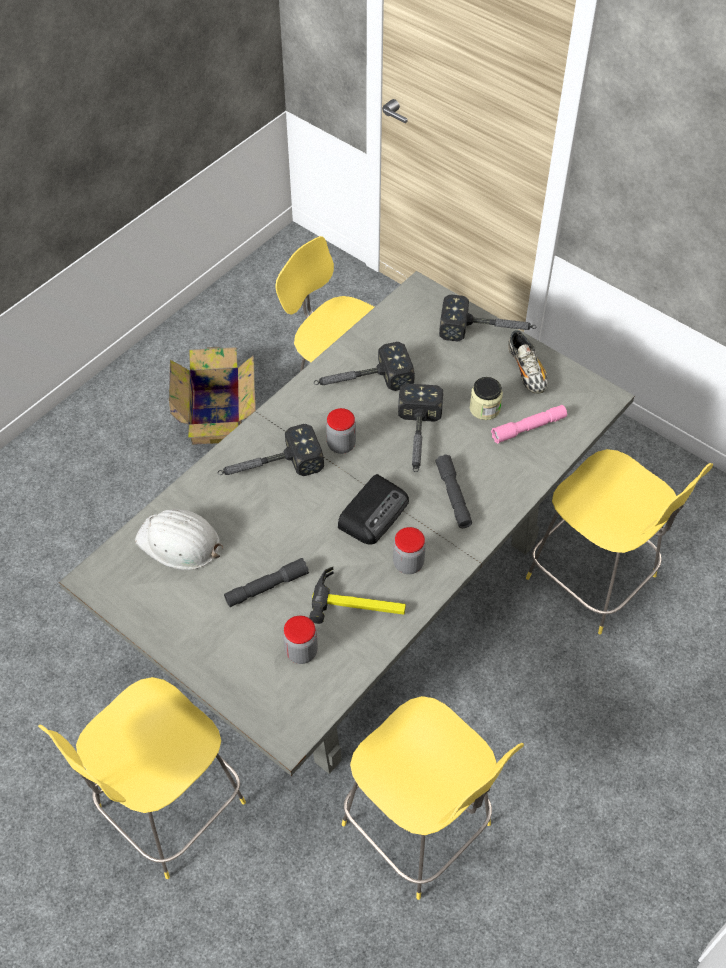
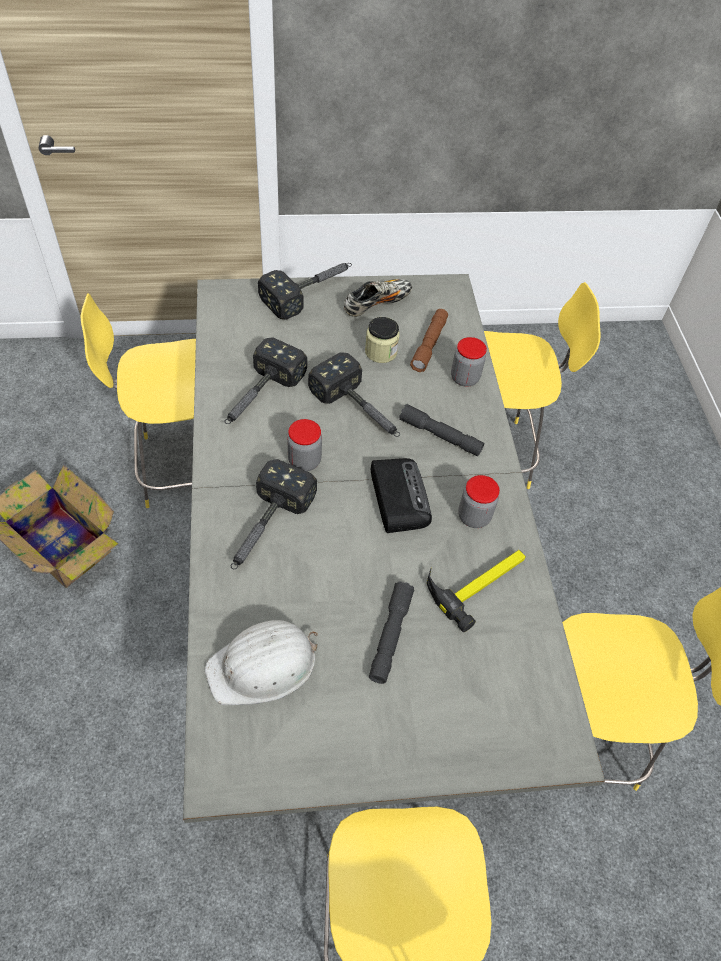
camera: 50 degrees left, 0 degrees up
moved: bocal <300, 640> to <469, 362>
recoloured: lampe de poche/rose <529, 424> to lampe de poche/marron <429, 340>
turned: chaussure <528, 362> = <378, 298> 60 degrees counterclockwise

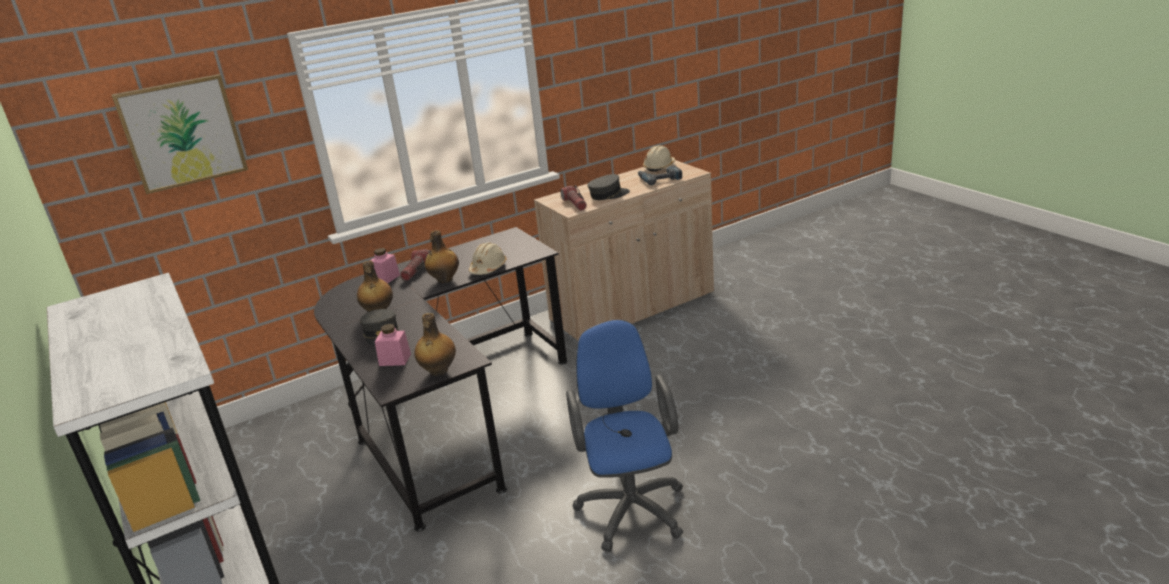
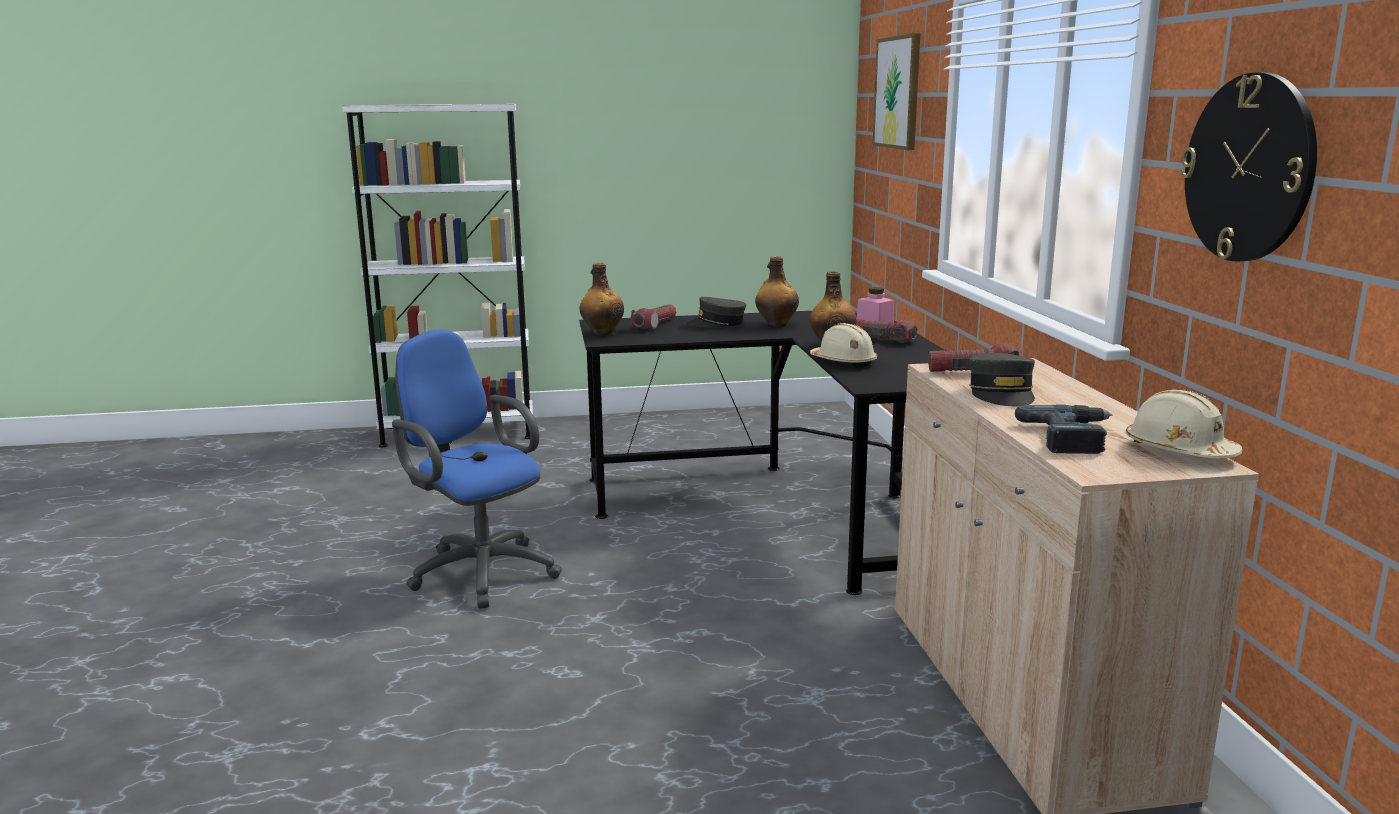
camera: 110 degrees right, 10 degrees down
added: horloge murale <1248, 167>
replaced: bocal/rose <393, 345> to lampe de poche <653, 316>
turned: chaise de bureau/bleu <624, 436> = <477, 469> 150 degrees counterclockwise

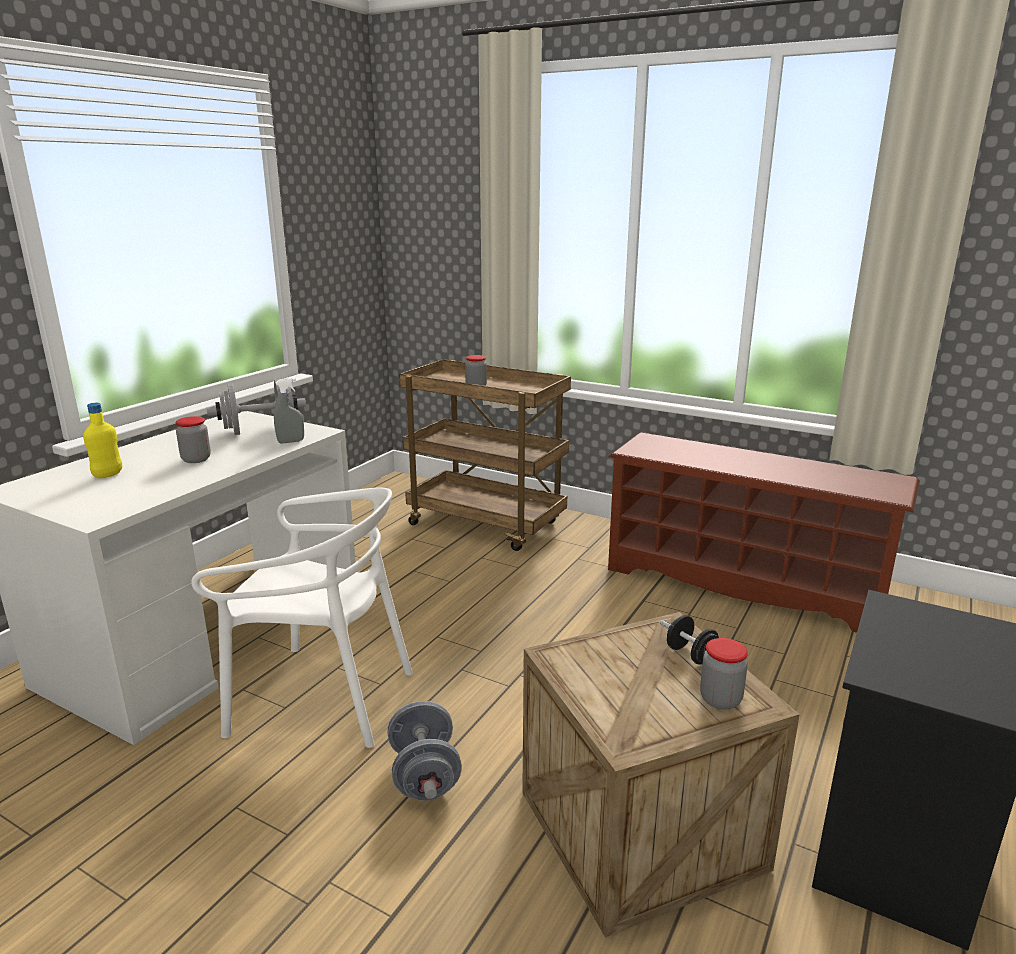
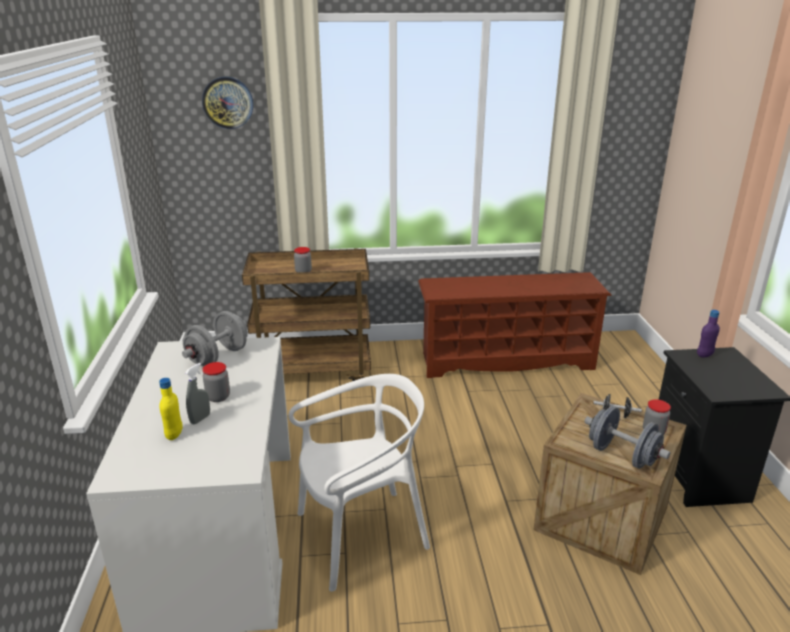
camera: 35 degrees left, 5 degrees up
added: horloge murale <227, 103>; bouteille/violet <708, 334>
moved: vaporisateur/gris <289, 411> to <197, 393>; haltère/gris <425, 751> to <627, 437>

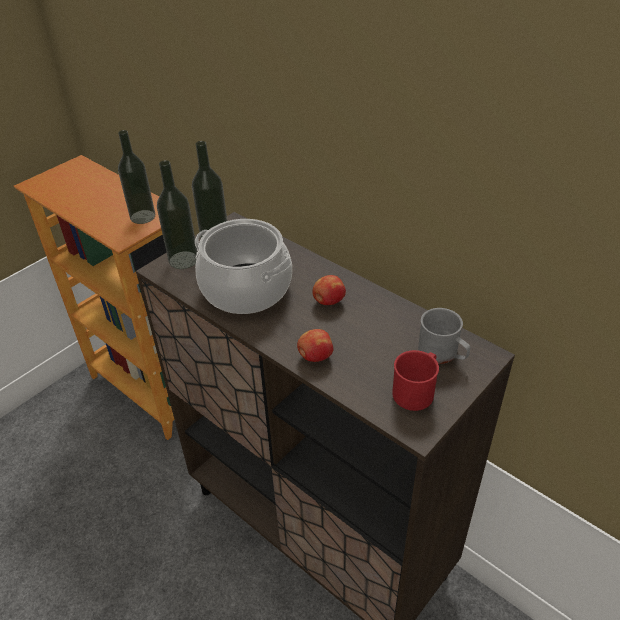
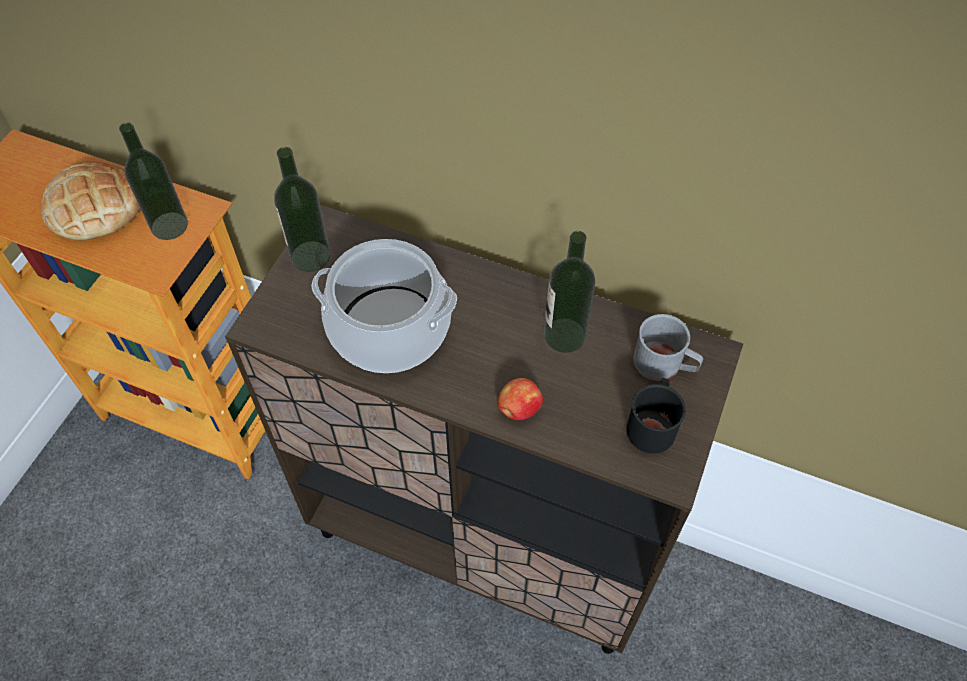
camera: 20 degrees left, 15 degrees up
removed: pomme <329, 290>
added: pain <90, 201>
moved: bouteille <177, 214> to <570, 292>
recoloured: mug/rouge <415, 380> to mug/noir <656, 415>

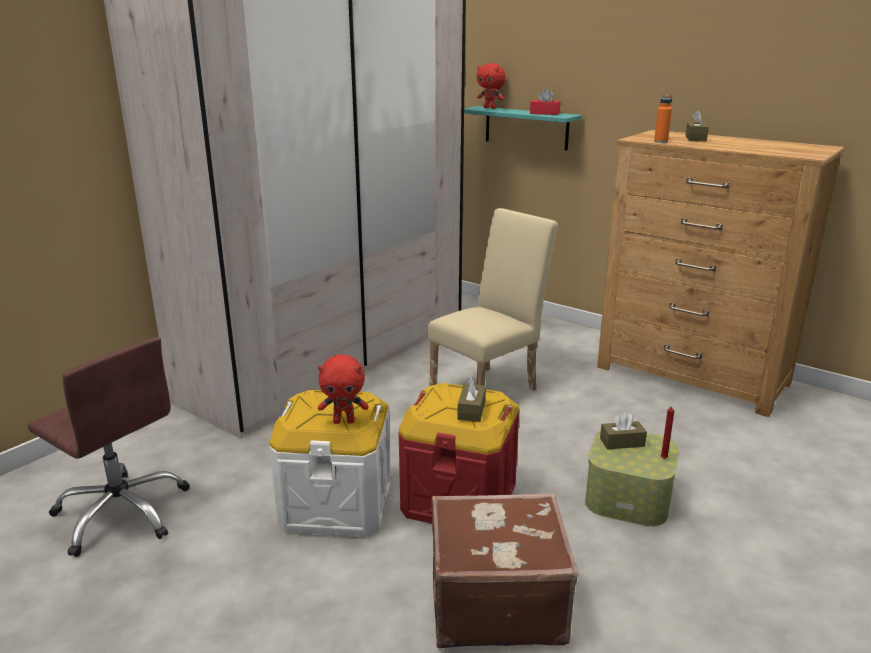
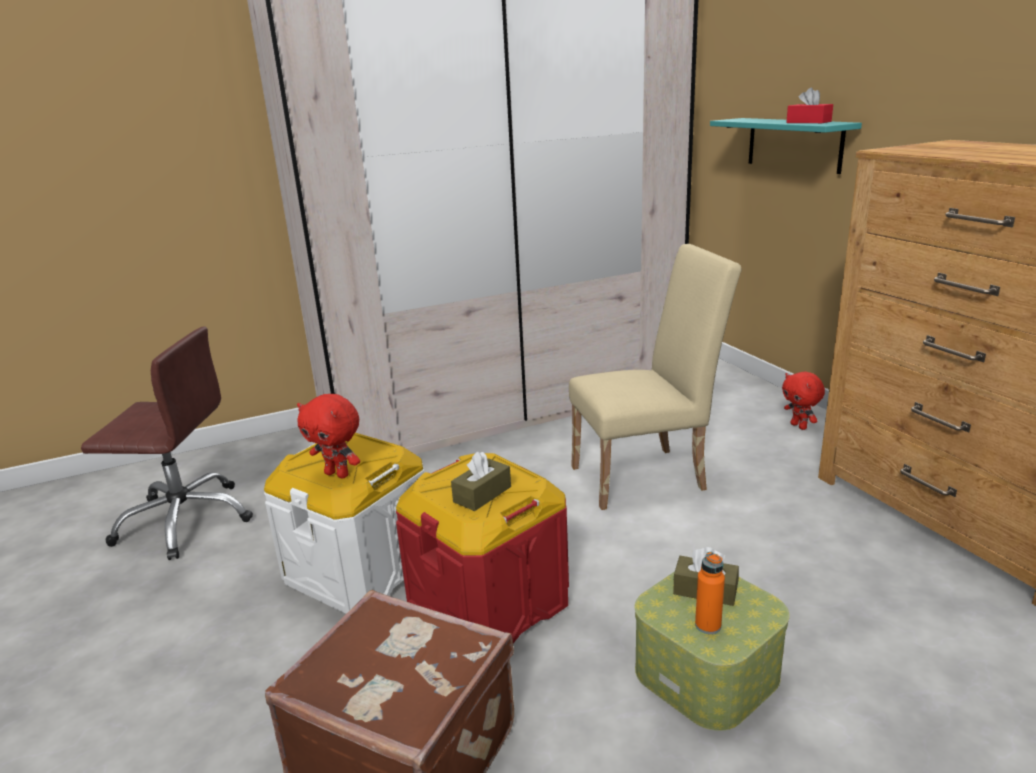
camera: 30 degrees right, 0 degrees up
removed: bougie/rouge <667, 432>; boîte à mouchoirs/marron <697, 125>
moved: peluche/rouge <491, 86> to <803, 401>; bouteille/orange <663, 119> to <710, 593>
turned: chaise de bureau/marron <109, 447> = <167, 443> 60 degrees counterclockwise

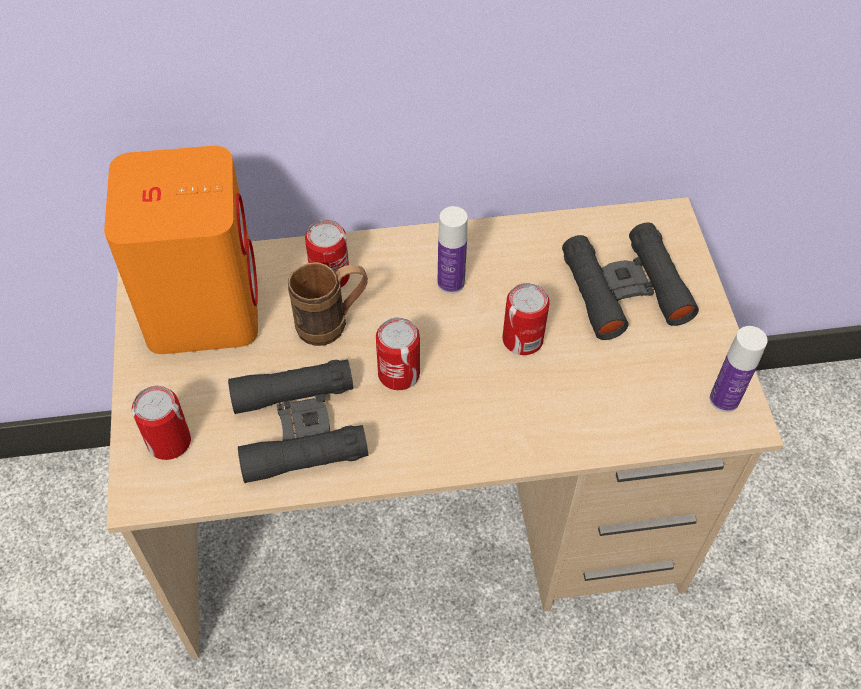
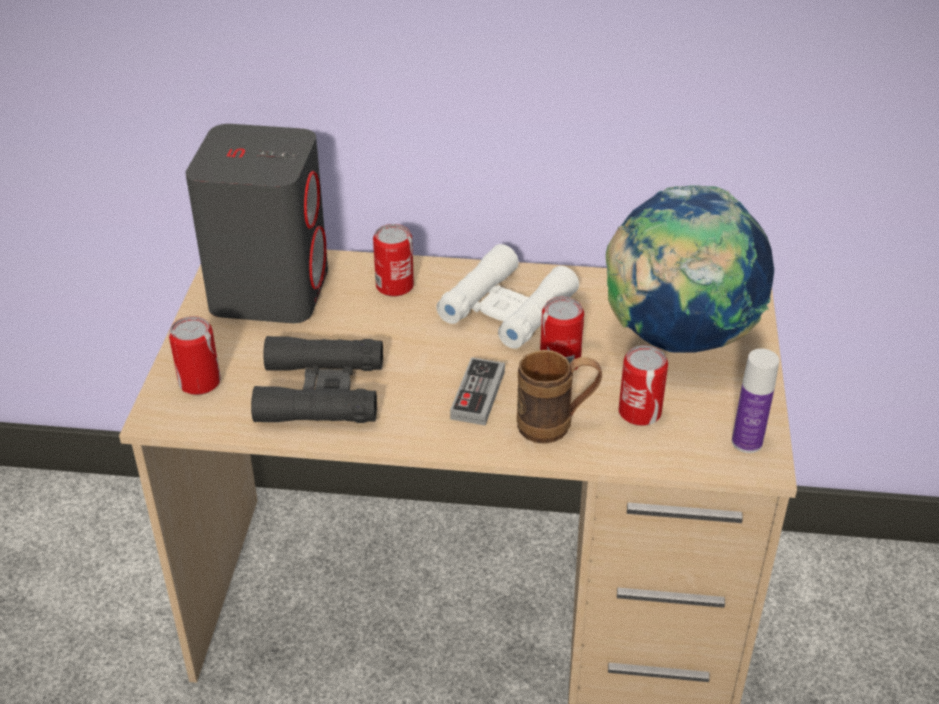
camera: 15 degrees right, 15 degrees down
added: manette <477, 391>
moved: mug/marron <328, 304> to <559, 397>; boîte métallique <398, 353> to <643, 385>
replaced: bouteille <453, 250> to jumelles/blanc <507, 296>; jumelles/noir <630, 281> to globe <690, 269>
recoloured: enceinte/orange <181, 250> to enceinte/gris <257, 223>

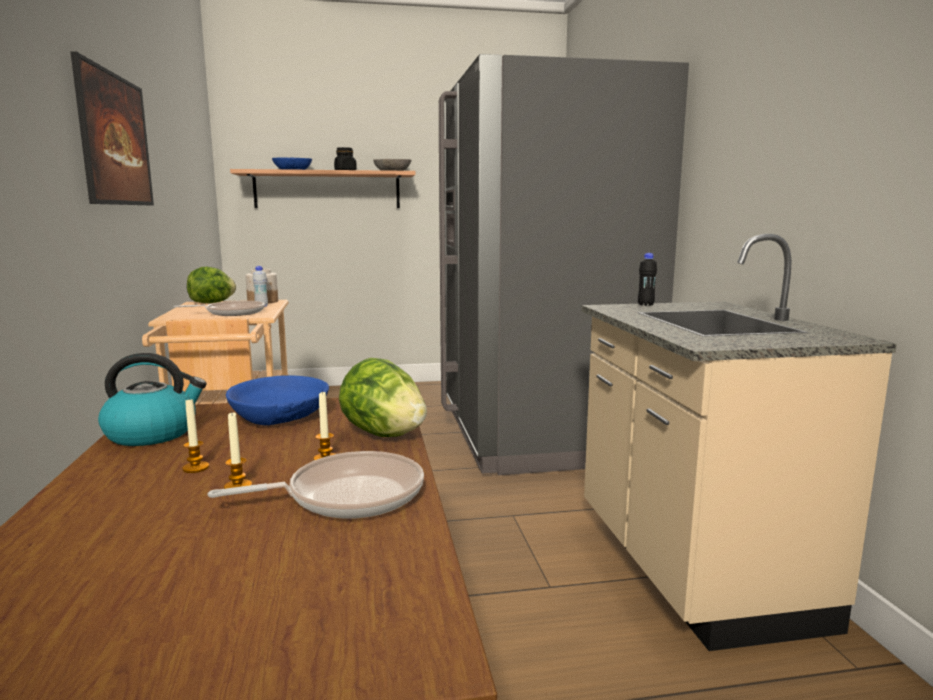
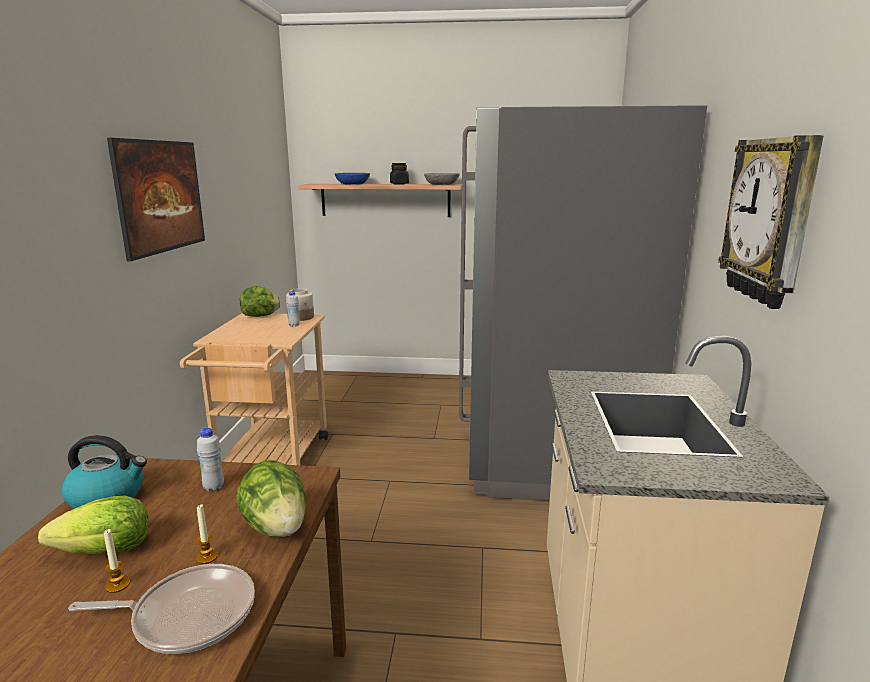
camera: 15 degrees right, 5 degrees up
removed: poêle <219, 308>; bouteille/noir <647, 279>
added: horloge murale <770, 222>
replaced: bougie <195, 436> to laitue <93, 525>; bol/bleu <277, 400> to bouteille/blanc <210, 460>

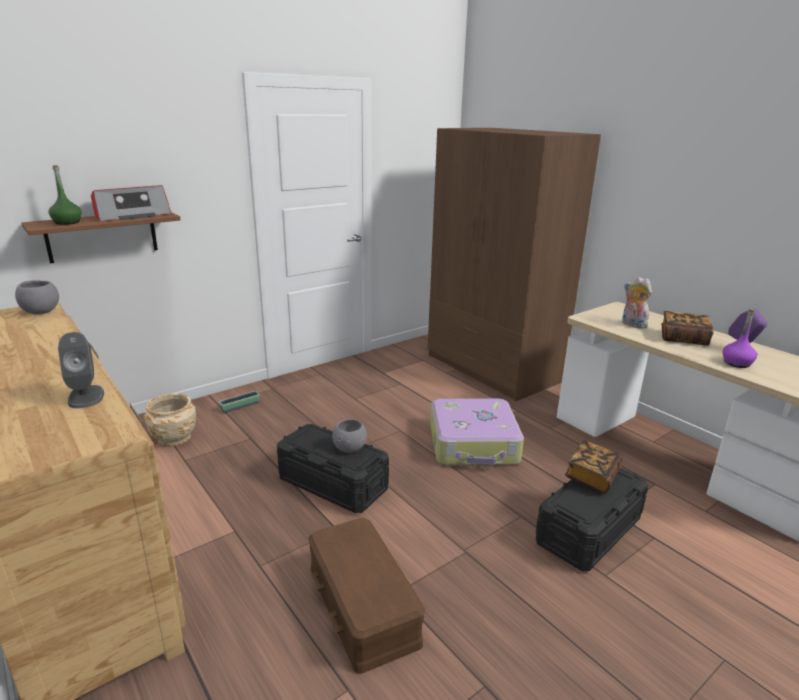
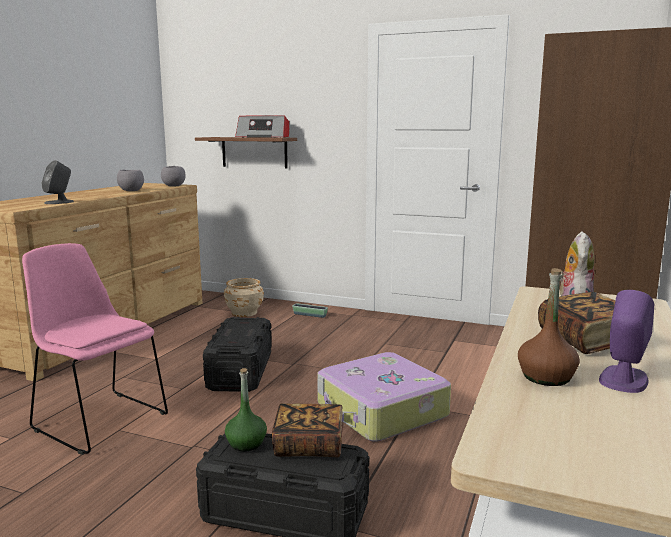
camera: 60 degrees right, 10 degrees down
moved: bouteille/vert <65, 195> to <246, 409>; bol/gris <349, 436> to <130, 180>
replaced: boîte de rangement/marron <366, 596> to chaise/rose <95, 349>
recoloured: bouteille/violet <740, 338> to bouteille/marron <549, 327>

